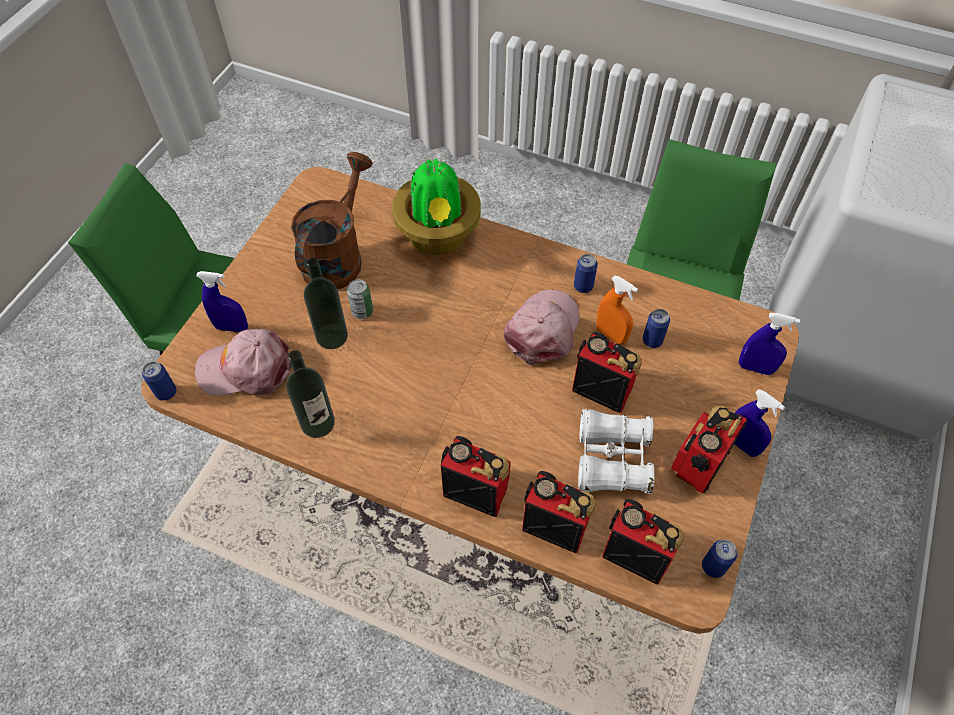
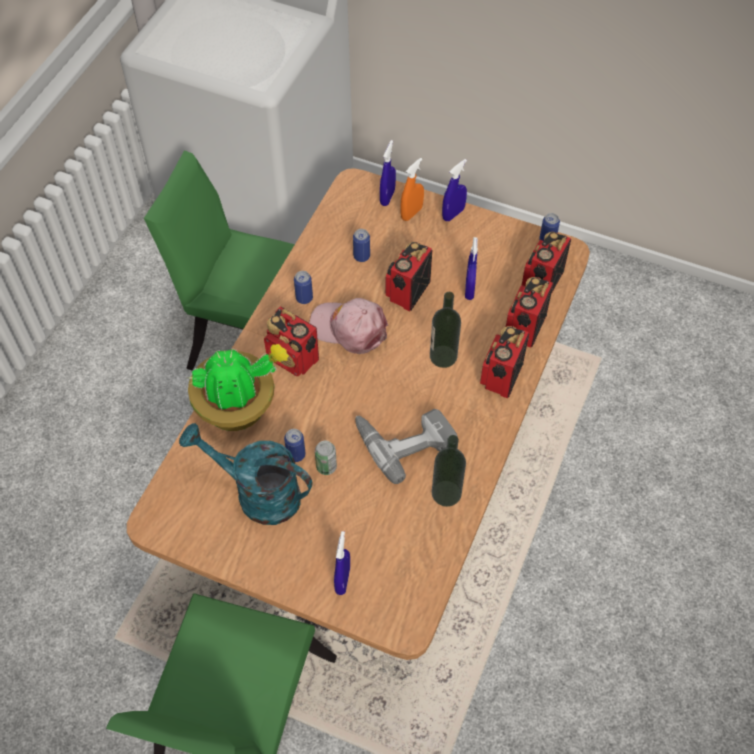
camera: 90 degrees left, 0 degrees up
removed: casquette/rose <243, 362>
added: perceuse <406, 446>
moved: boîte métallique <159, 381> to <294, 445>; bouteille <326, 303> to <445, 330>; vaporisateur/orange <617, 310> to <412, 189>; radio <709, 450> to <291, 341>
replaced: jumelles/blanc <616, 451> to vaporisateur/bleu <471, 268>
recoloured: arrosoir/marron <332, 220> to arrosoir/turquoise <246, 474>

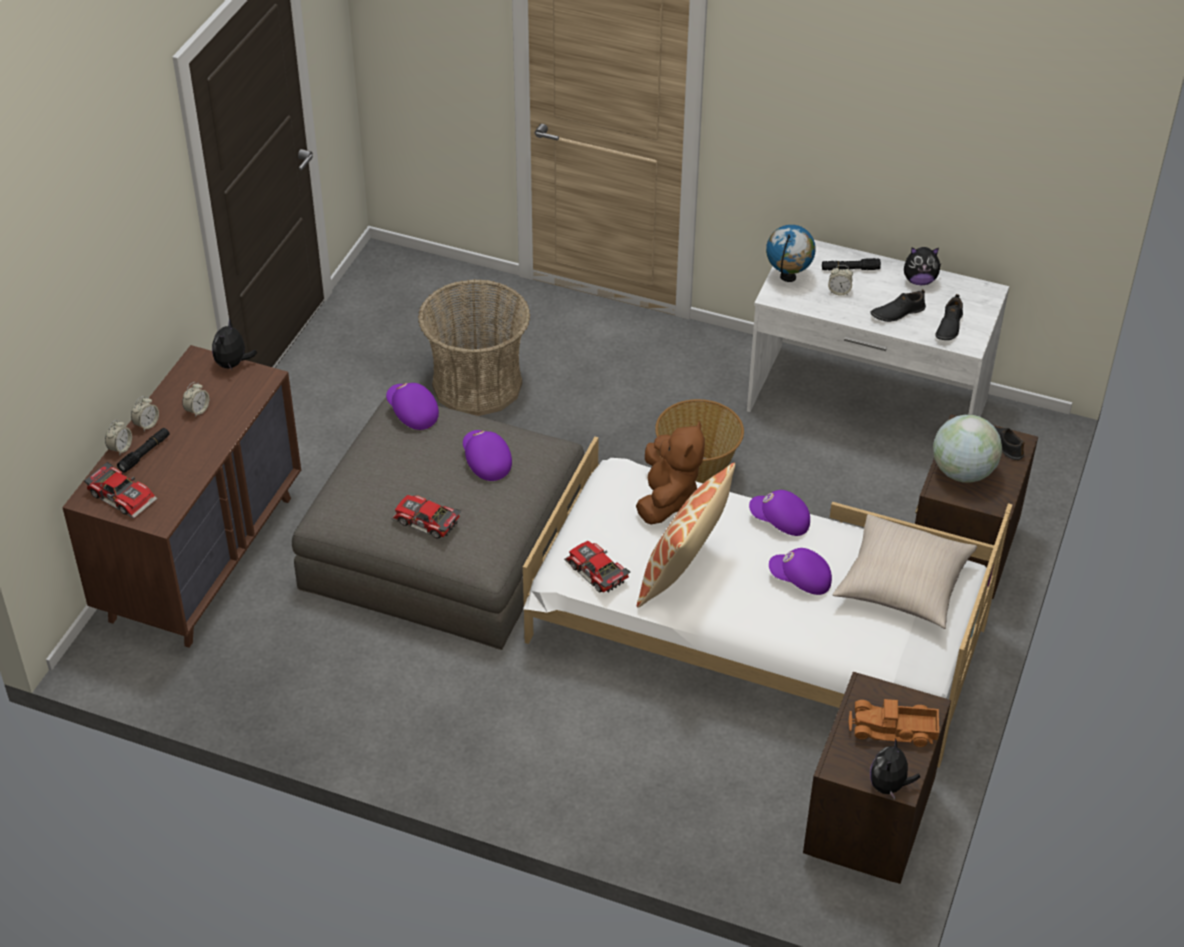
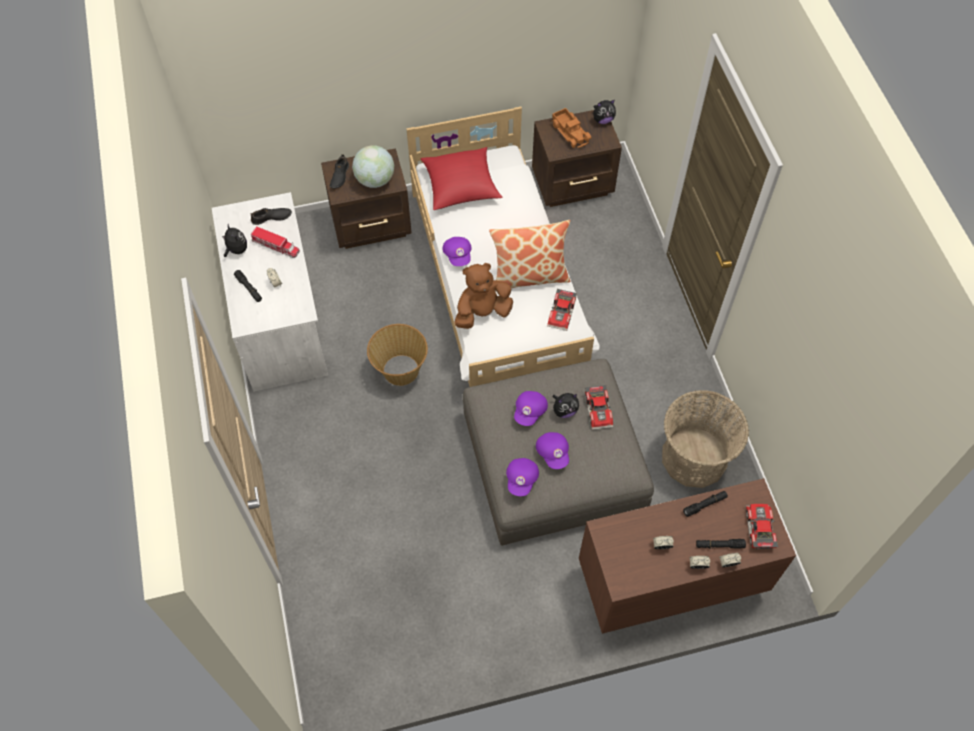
camera: 125 degrees left, 15 degrees up
removed: globe <791, 253>
added: lampe de poche/noir <705, 504>
moved: peluche <234, 343> to <565, 405>; panier <474, 347> to <705, 439>; casquette/violet <800, 571> to <552, 450>
replaced: chaussure/noir <898, 305> to camion jouet <275, 242>
recoloured: coussin/beige <905, 571> to coussin/rouge <461, 178>

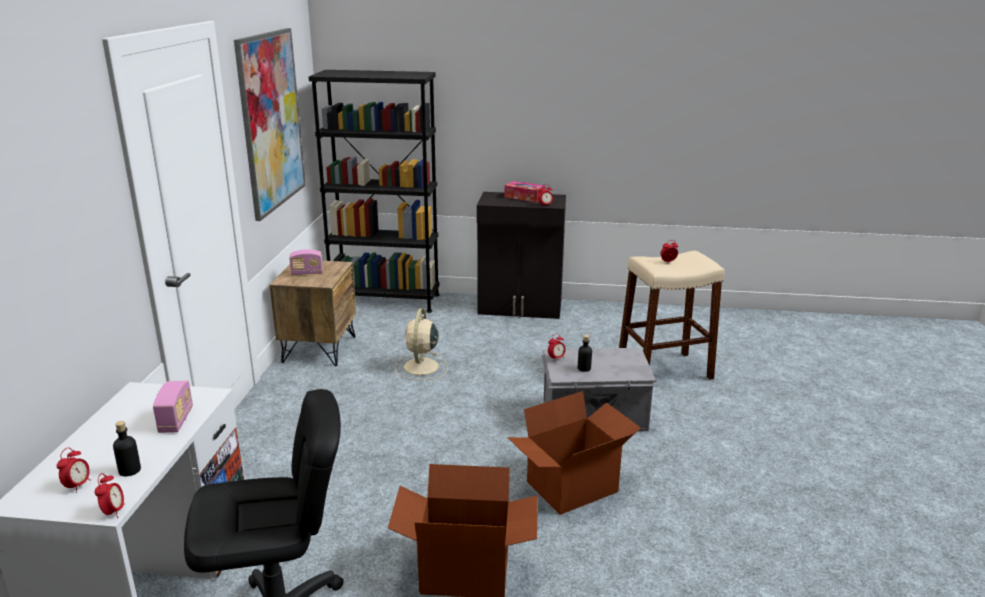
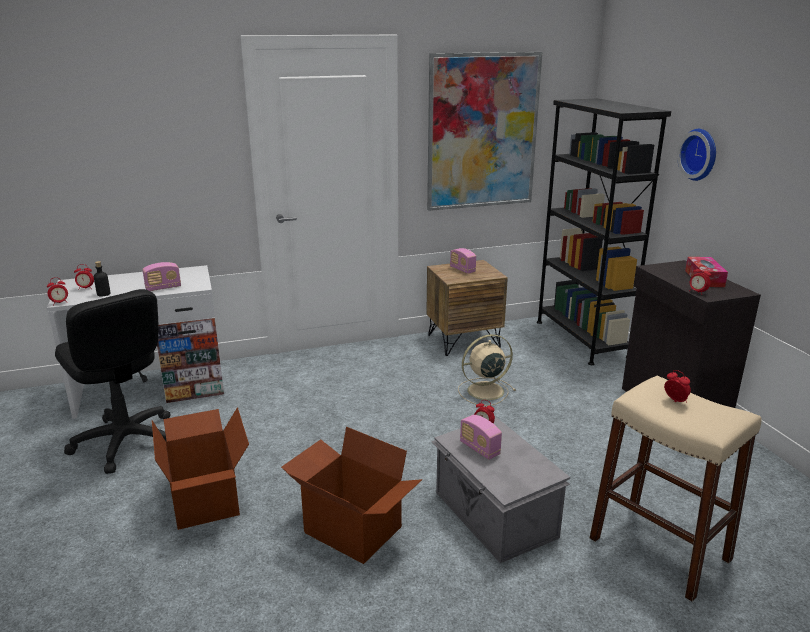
camera: 65 degrees right, 0 degrees up
added: horloge murale <696, 155>
replaced: bouteille/noir <585, 353> to radio <481, 437>

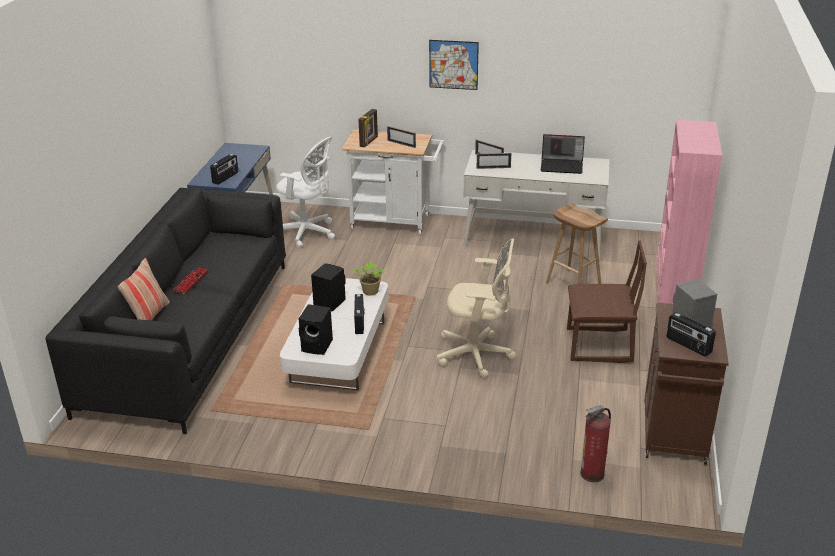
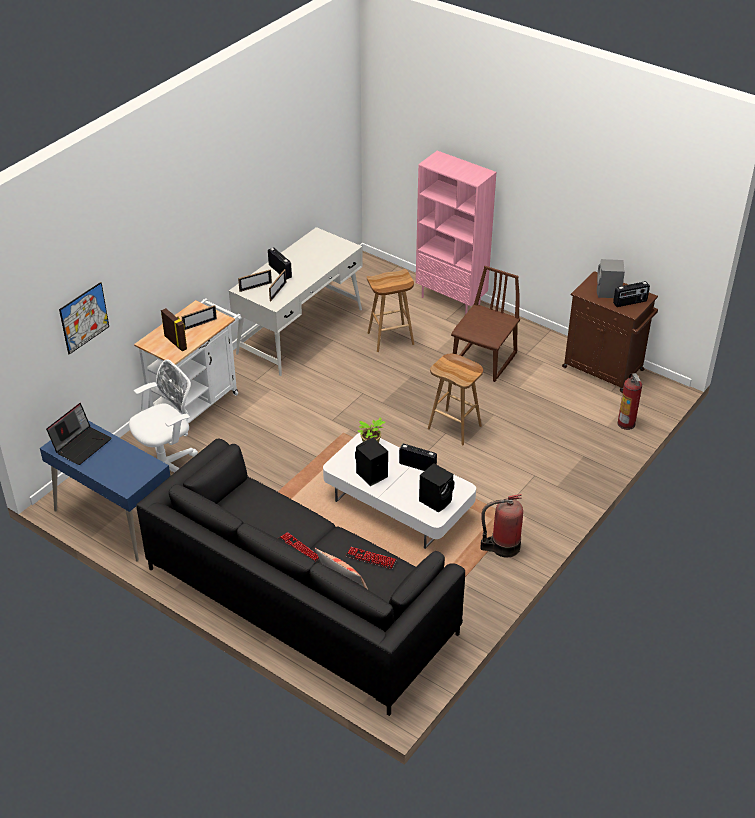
camera: 65 degrees left, 10 degrees up
added: clavier <371, 558>; extincteur <501, 526>
moved: radio <224, 169> to <280, 263>; tableau <454, 65> to <84, 318>; ordinateur portable <563, 154> to <79, 434>
replaced: chaise de bureau/beige <476, 308> to tabouret/marron <455, 399>

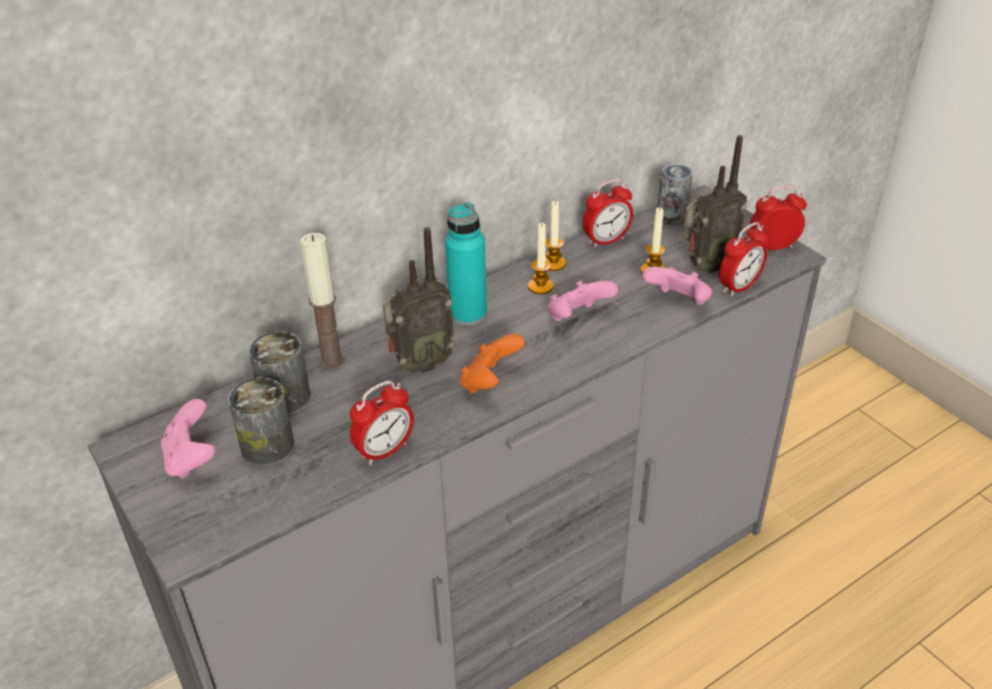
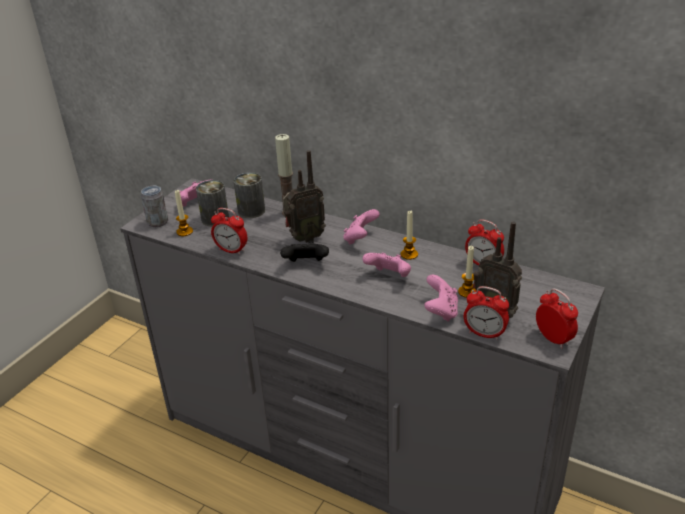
camera: 65 degrees right, 5 degrees down
moved: bougie <555, 235> to <184, 213>; boîte métallique <675, 195> to <154, 206>
replaced: bouteille/turquoise <466, 264> to manette/rose <361, 227>
recoloured: manette/orange <492, 363> to manette/noir <304, 251>
turned: radio <419, 300> = <304, 196> 60 degrees counterclockwise

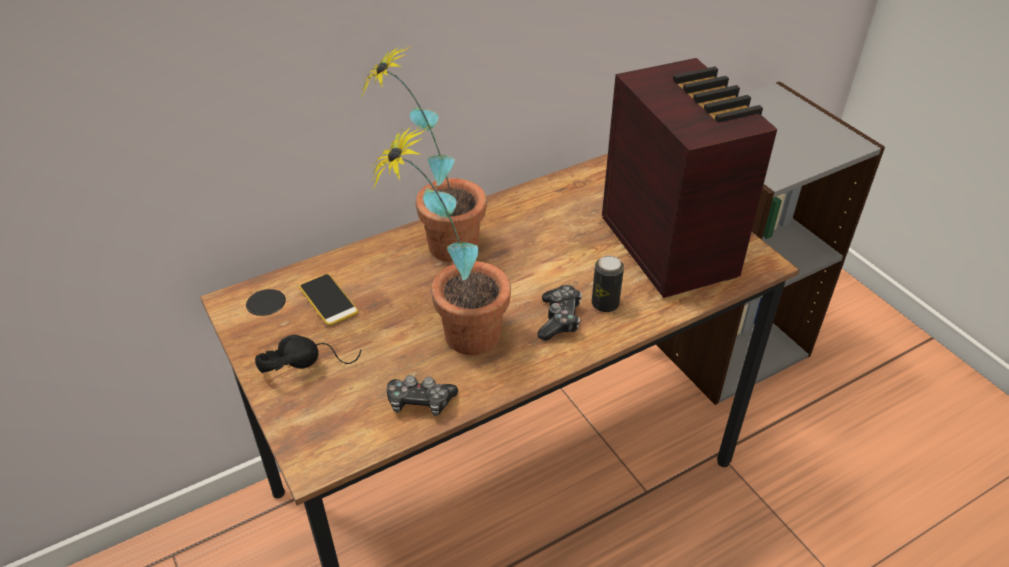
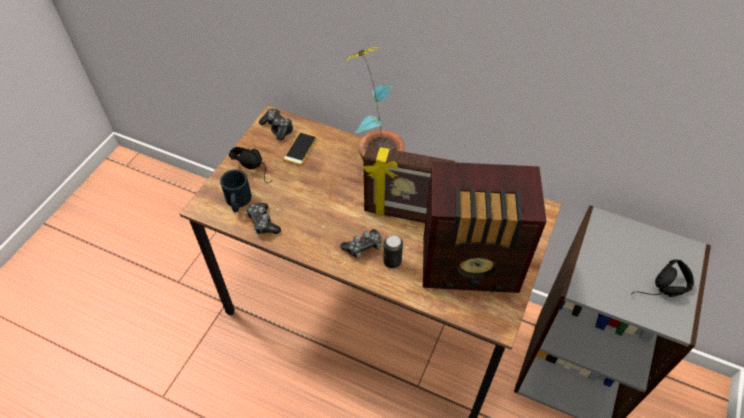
camera: 55 degrees right, 10 degrees up
removed: plante en pot <440, 240>
added: mug/noir <236, 191>; manette <275, 124>; cadre photo <409, 184>; casque audio/noir <662, 278>
turned: radio <690, 178> = <485, 227> 60 degrees clockwise

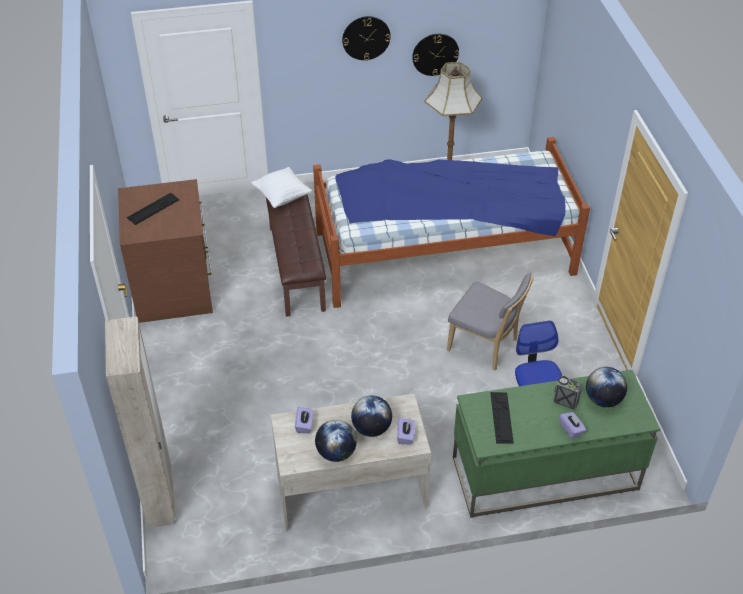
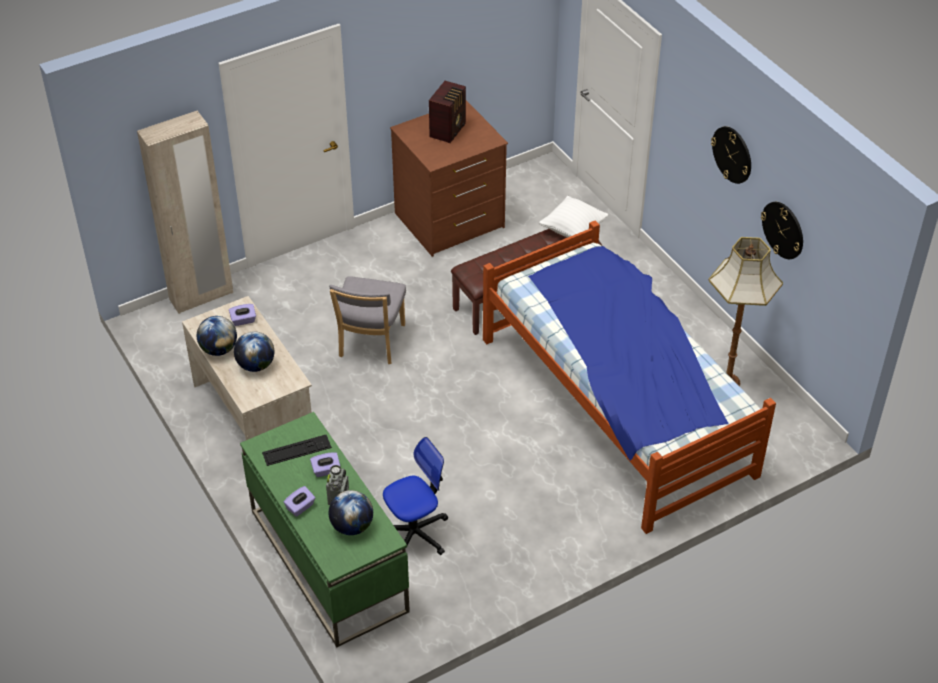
camera: 70 degrees right, 0 degrees up
moved: boîte à mouchoirs/violet <406, 431> to <325, 464>; chaise/gris <490, 322> to <367, 320>
replaced: clavier <153, 209> to radio <447, 112>

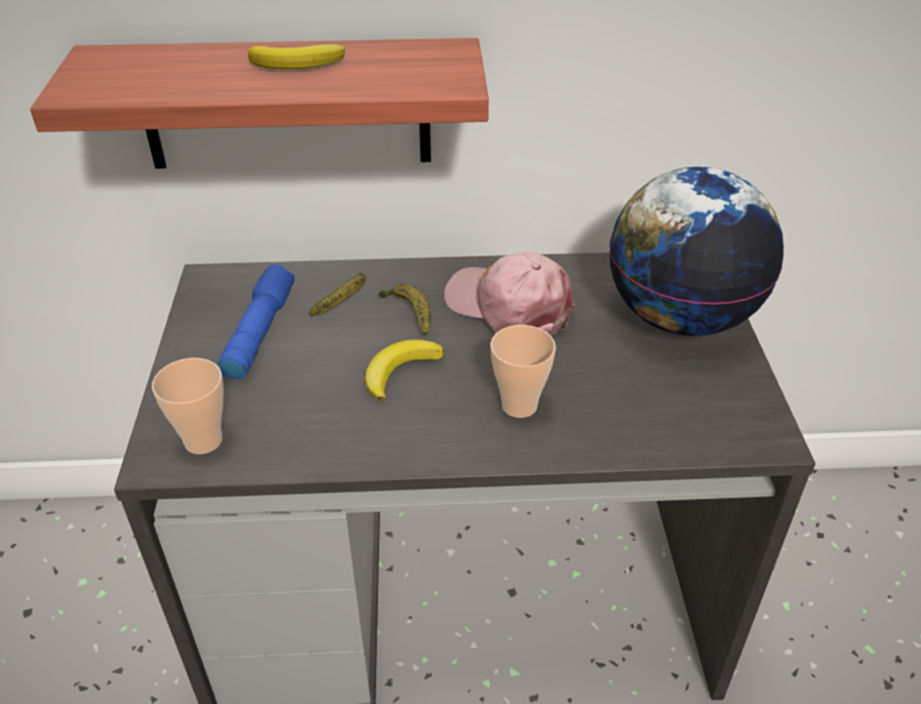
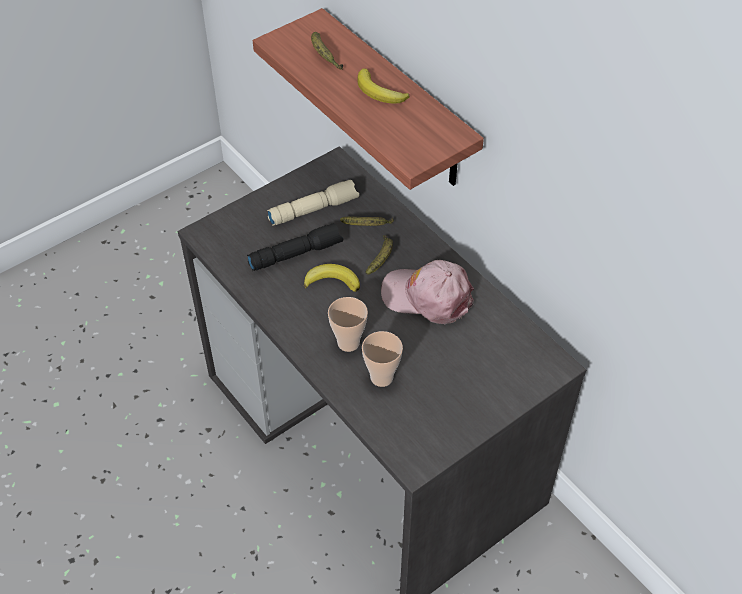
camera: 55 degrees right, 10 degrees up
removed: globe <696, 251>
added: lampe de poche/noir <295, 247>; banane <327, 51>
moved: tasse <187, 406> to <382, 359>
recoloured: lampe de poche/bleu <256, 322> to lampe de poche/beige <313, 203>
turned: casquette/rose <509, 293> = <427, 292> 75 degrees counterclockwise

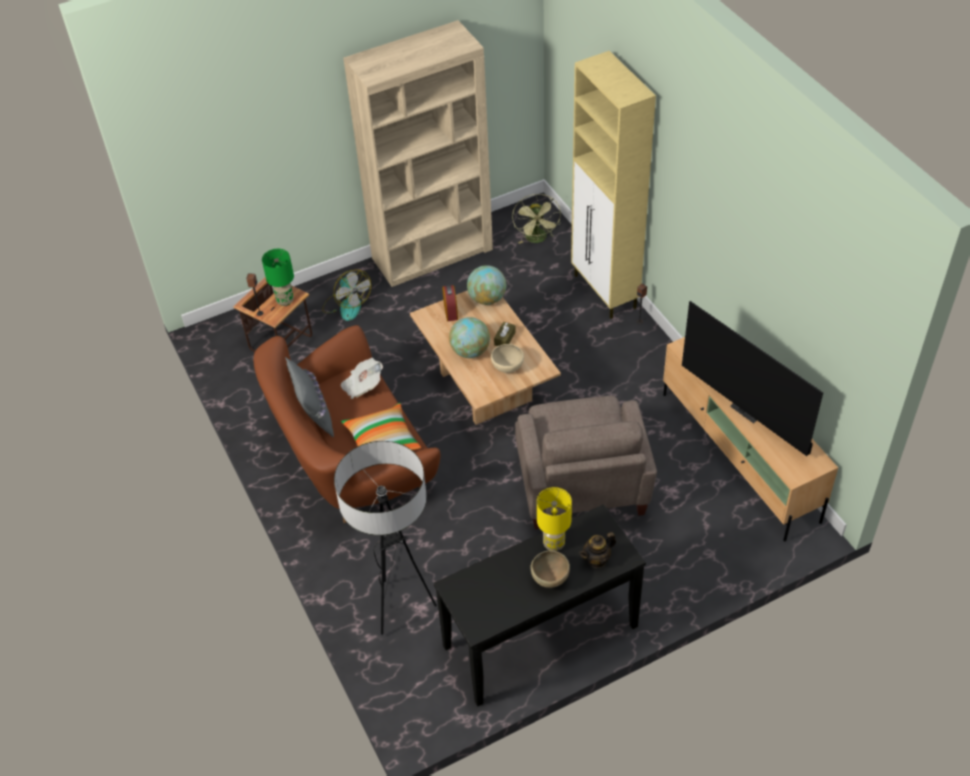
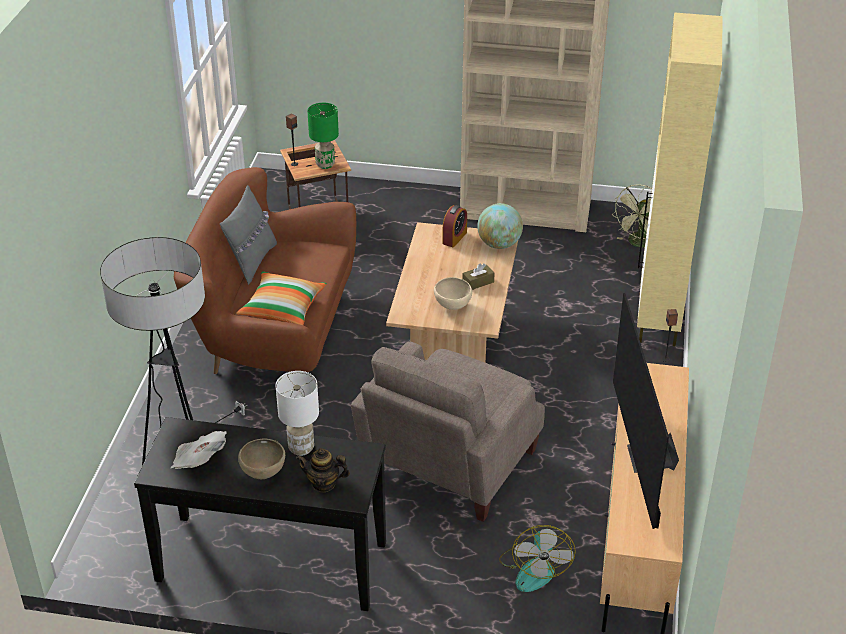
camera: 35 degrees right, 10 degrees down
removed: globe <469, 337>
moved: ventilateur <346, 295> to <537, 558>; journal <362, 378> to <199, 450>
recoloured: lampe de table/jaune <554, 519> to lampe de table/blanc <297, 413>

